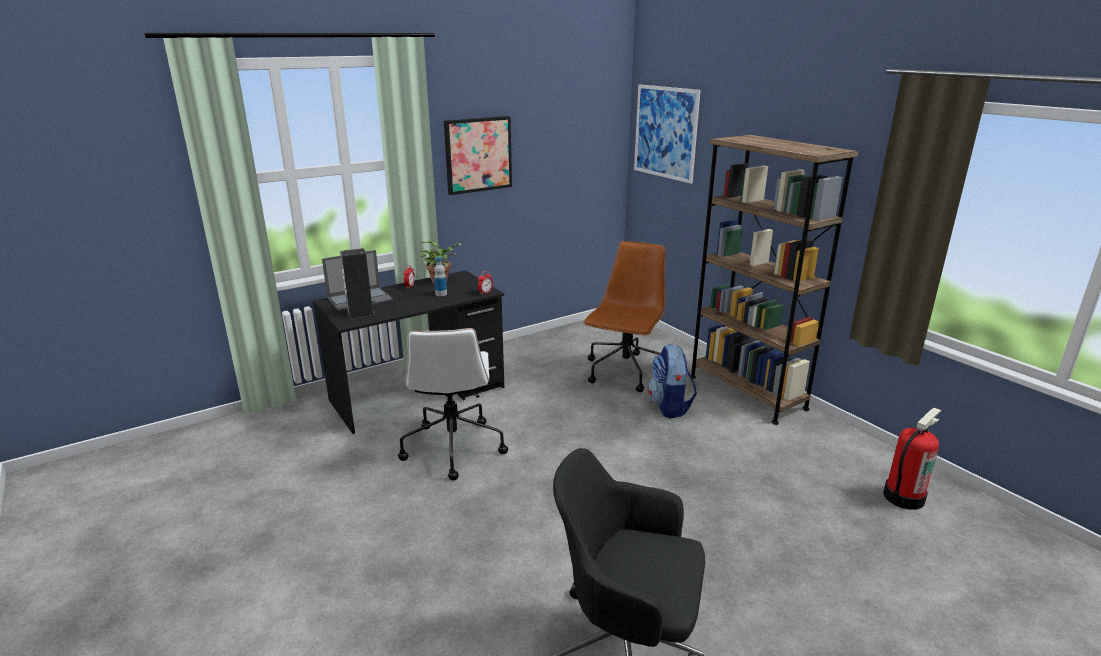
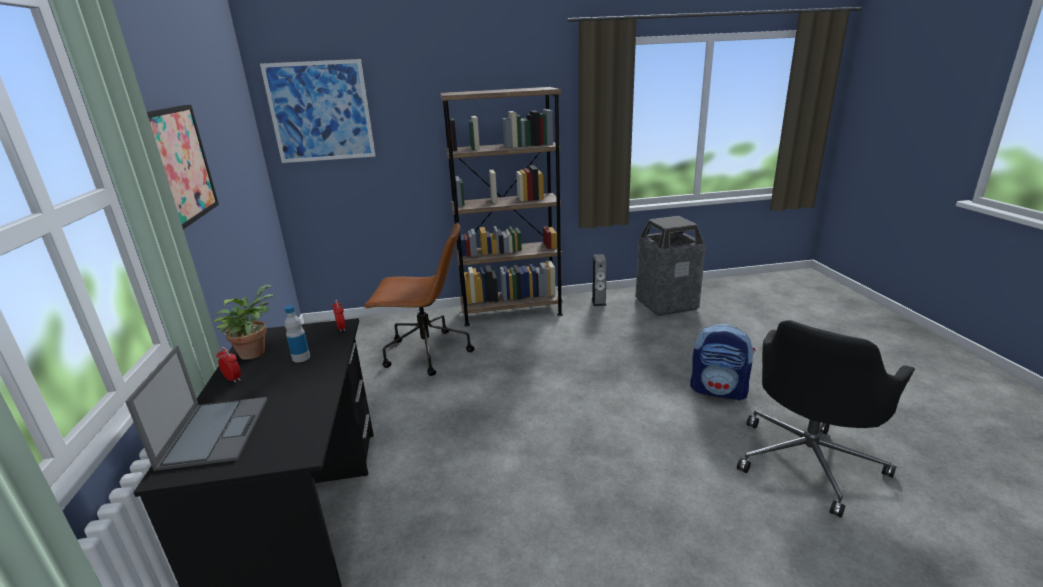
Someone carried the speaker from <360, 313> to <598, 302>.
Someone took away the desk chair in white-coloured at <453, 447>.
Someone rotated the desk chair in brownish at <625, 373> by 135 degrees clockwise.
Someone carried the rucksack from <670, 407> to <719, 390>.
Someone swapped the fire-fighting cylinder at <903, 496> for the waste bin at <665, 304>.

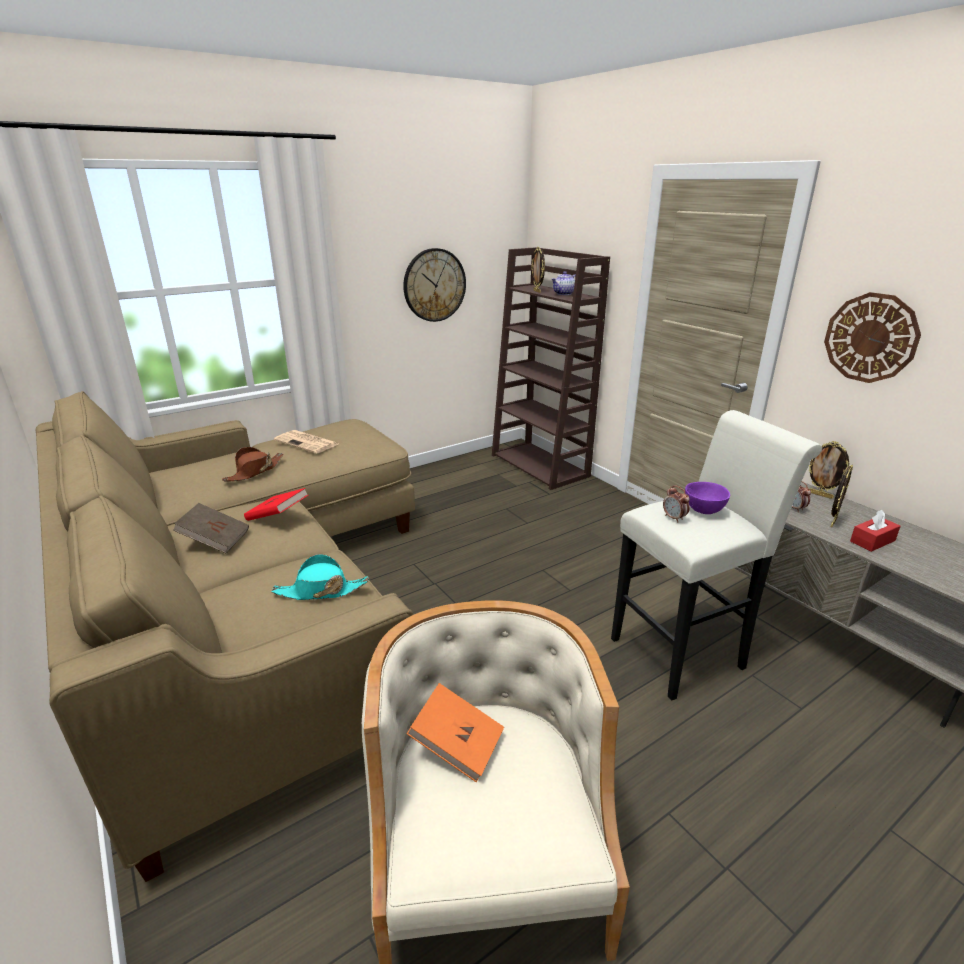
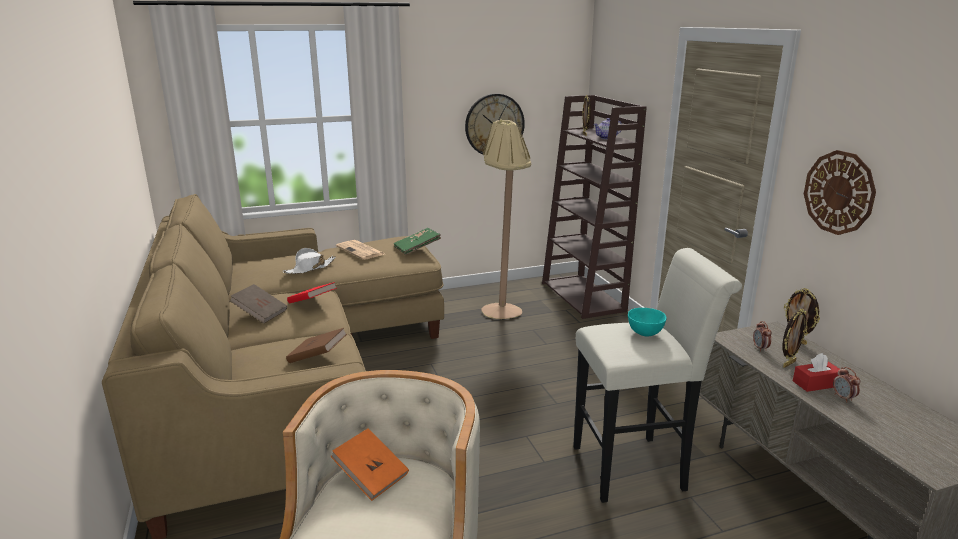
Someone repainted the hat in brownish at <254, 471>, which became the hat in white-coloured at <310, 268>.
Someone swapped the hat in turquoise-coloured at <321, 591> for the volume in brownish at <317, 357>.
Someone carried the table clock from <674, 518> to <843, 398>.
Someone repainted the deep dish in purplish at <704, 511>, which became the deep dish in turquoise-coloured at <645, 334>.
Someone put down the volume in greenish at <417, 248>.
Someone put down the standing lamp in beige at <505, 308>.

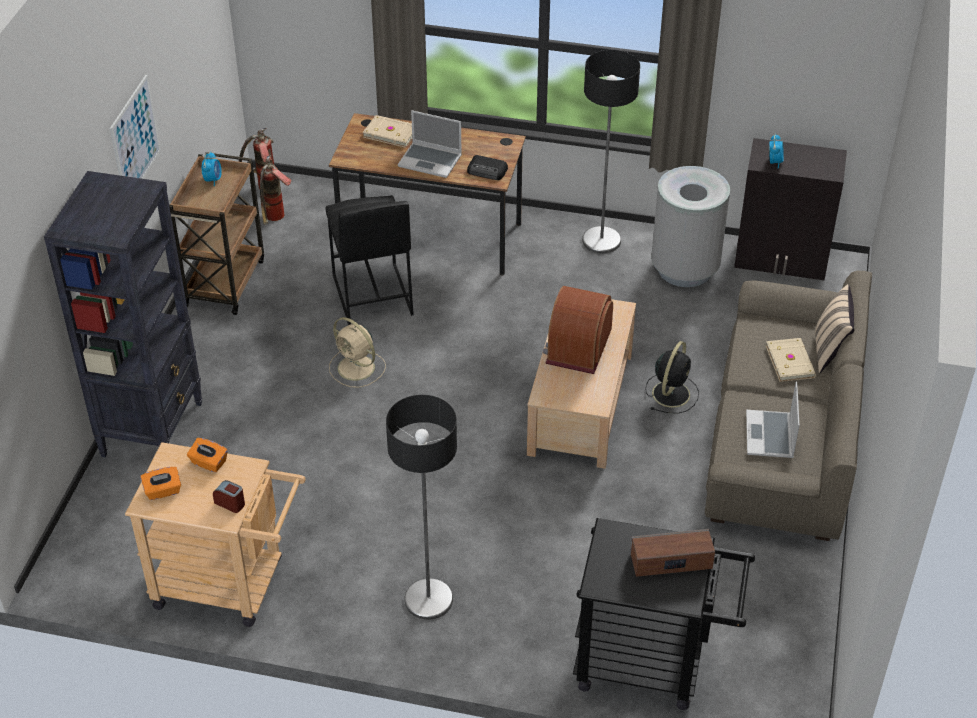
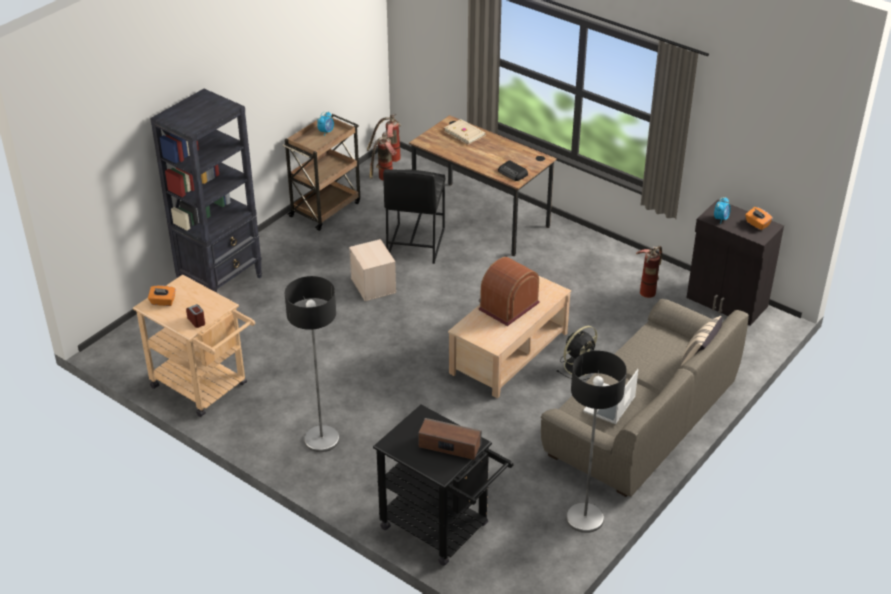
Someone took away the wall art at <135, 139>.
Someone carried the box of tissues in orange from <208, 463> to <757, 224>.
Someone swapped the cooling fan in beige at <357, 368> for the storage box in beige at <374, 285>.
Someone took away the notebook computer at <431, 161>.
Someone carried the standing lamp from <601, 241> to <585, 518>.
Someone swapped the waste bin in grey at <685, 269> for the fire-fighting cylinder at <648, 288>.
Someone took away the volume in beige at <791, 361>.

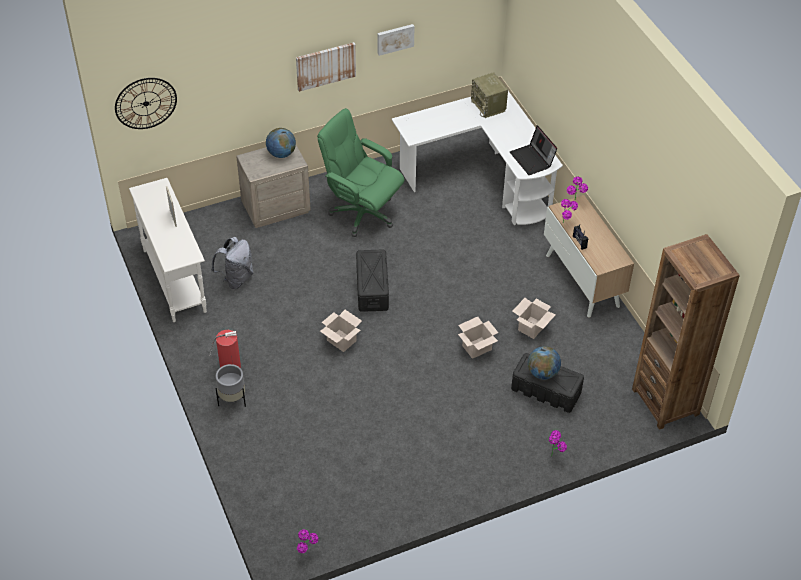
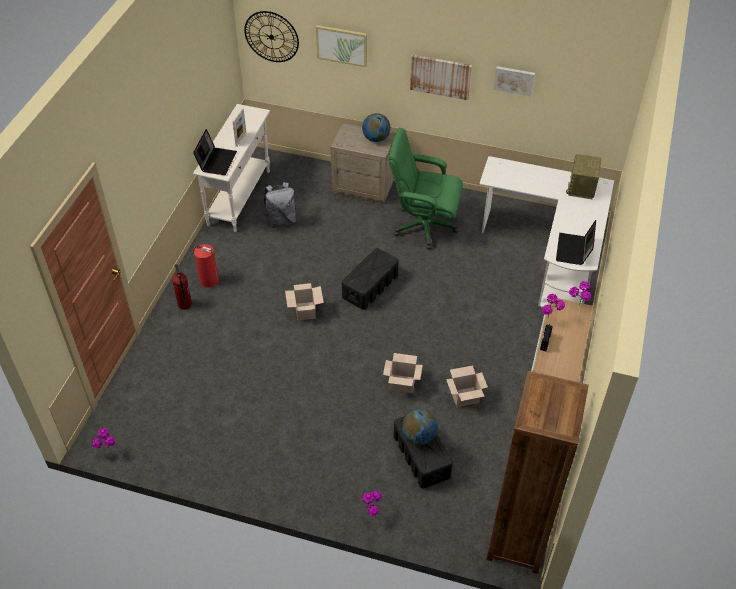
Someone swapped the flower pot in grey at <232, 400> for the fire-fighting cylinder at <184, 304>.
Someone rotated the desk chair in greenish at <362, 213> by 60 degrees counterclockwise.
Someone put down the notebook computer at <216, 161>.
Someone put up the wall art at <342, 45>.

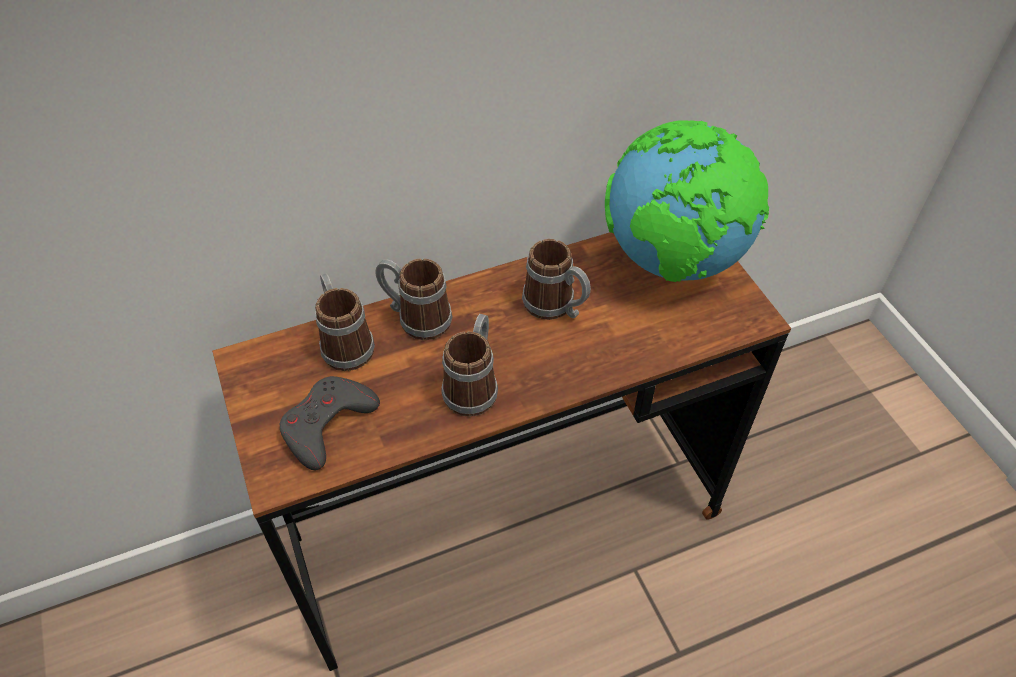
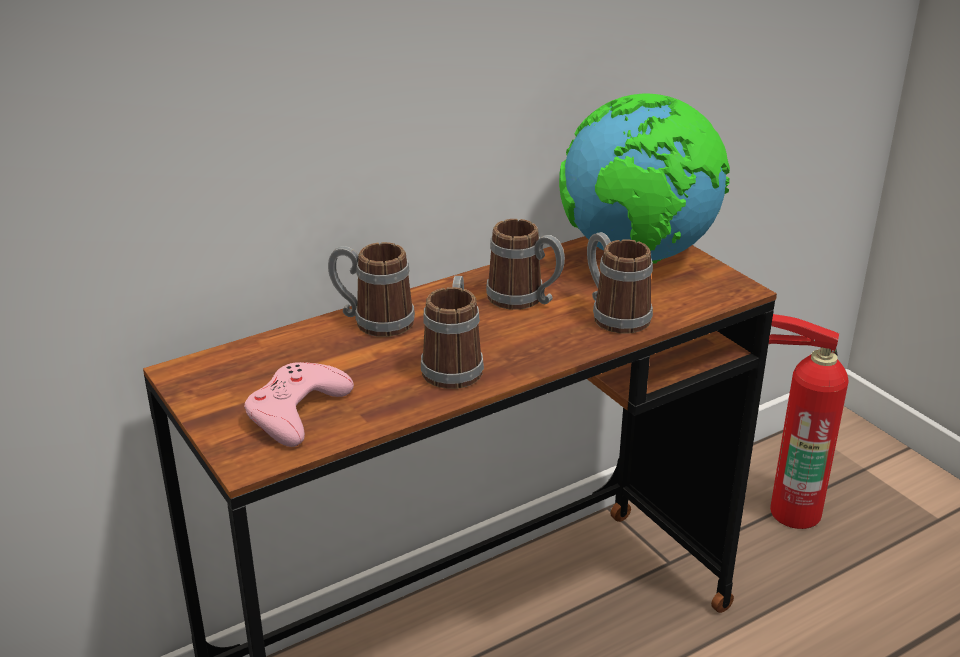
Someone repainted the joypad in grey at <327, 424>, which became the joypad in pink at <296, 411>.
Someone carried the tea mug from <344, 342> to <613, 314>.
Someone put down the fire-fighting cylinder at <791, 508>.

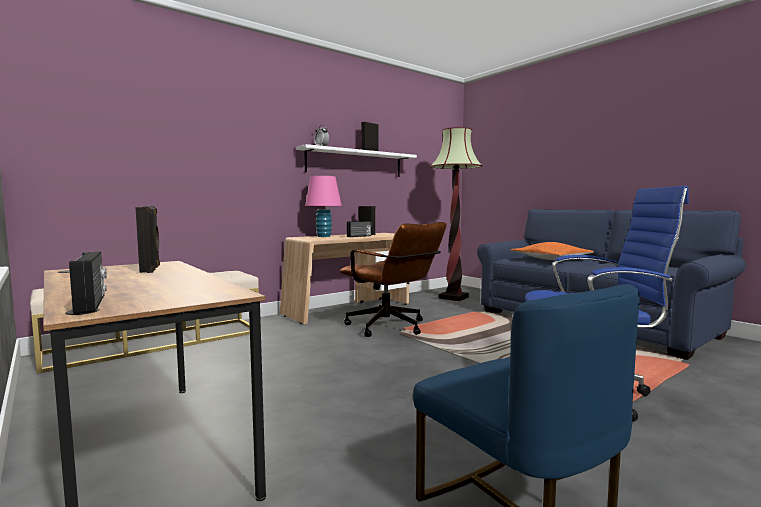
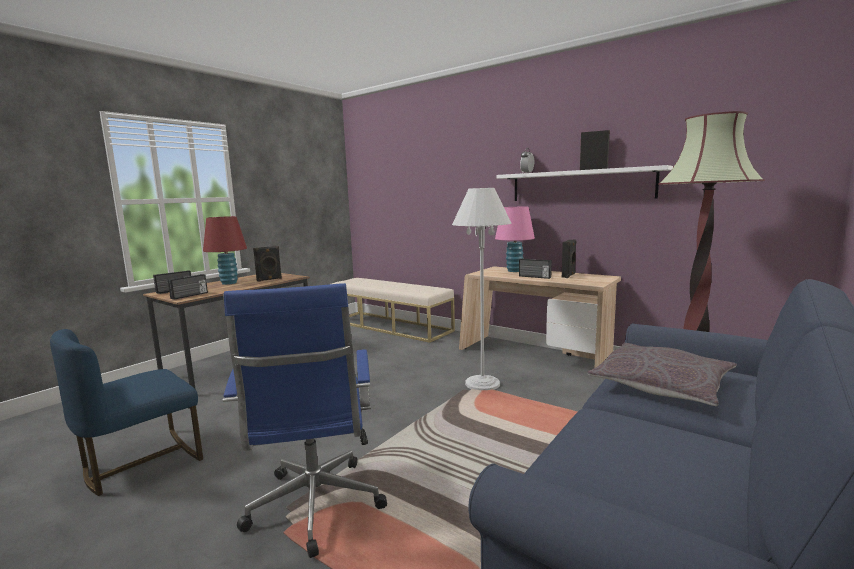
Someone swapped the desk chair in brownish at <392, 328> for the standing lamp in white-coloured at <482, 383>.
Someone repainted the cushion in orange at <550, 259>, which became the cushion in grey at <661, 385>.
Someone put down the radio at <189, 295>.
Someone put down the lamp for a table in red at <229, 283>.

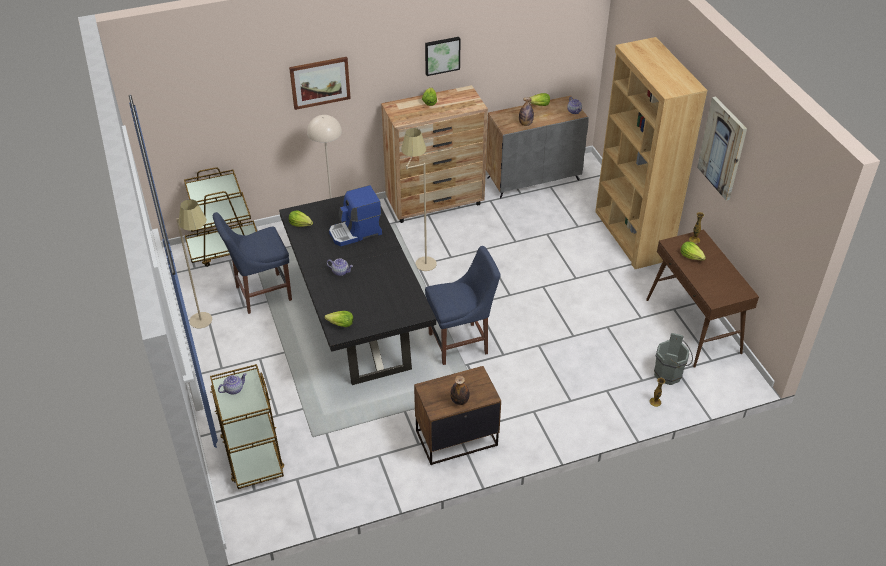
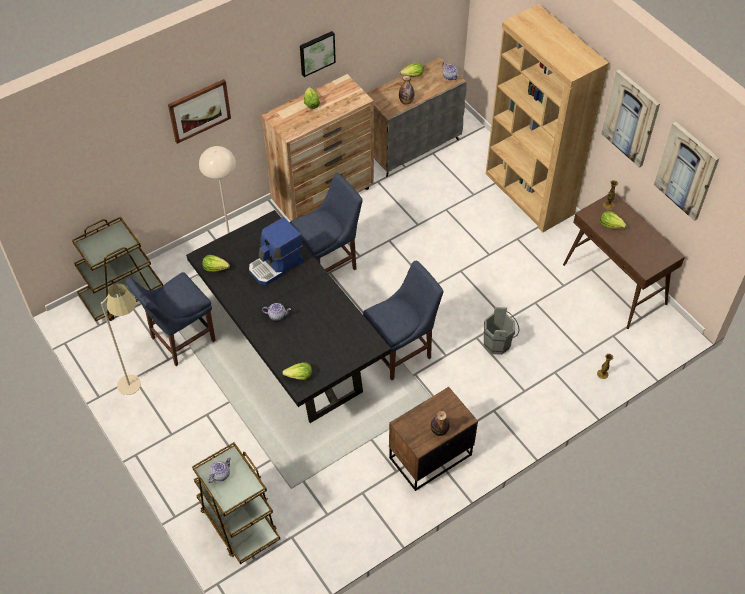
Someone swapped the standing lamp in beige at <419, 258> for the chair in bluish at <329, 264>.
Someone carried the water bucket in grey from <670, 375> to <499, 344>.
Someone put up the wall art at <686, 171>.

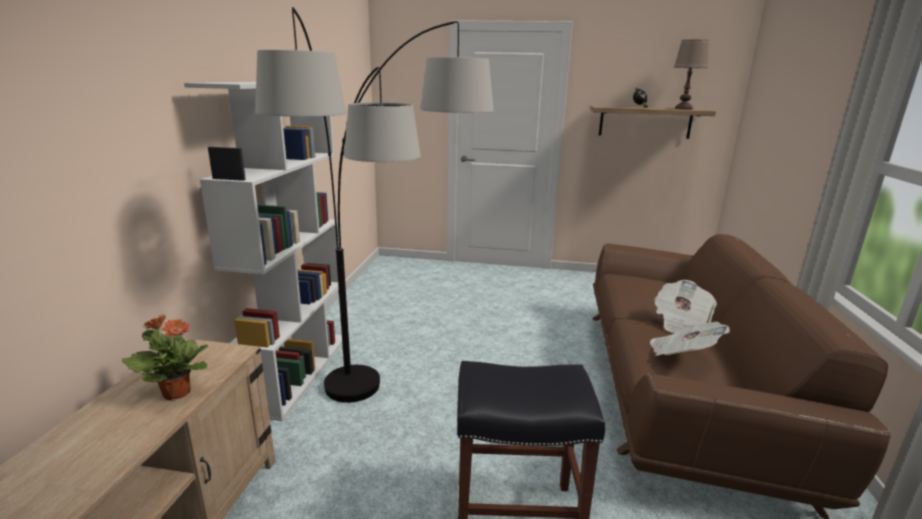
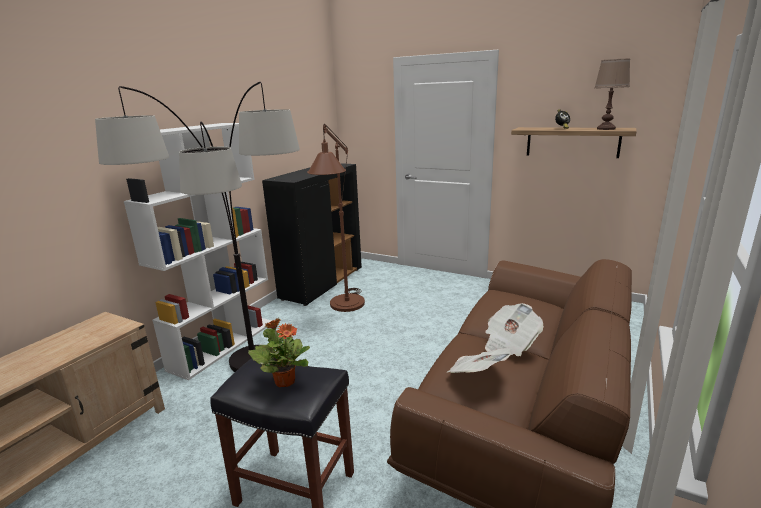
Someone carried the plant in a pot from <176, 392> to <284, 381>.
Someone put down the cabinet in black-coloured at <322, 283>.
Someone put down the standing lamp in brownish at <345, 308>.

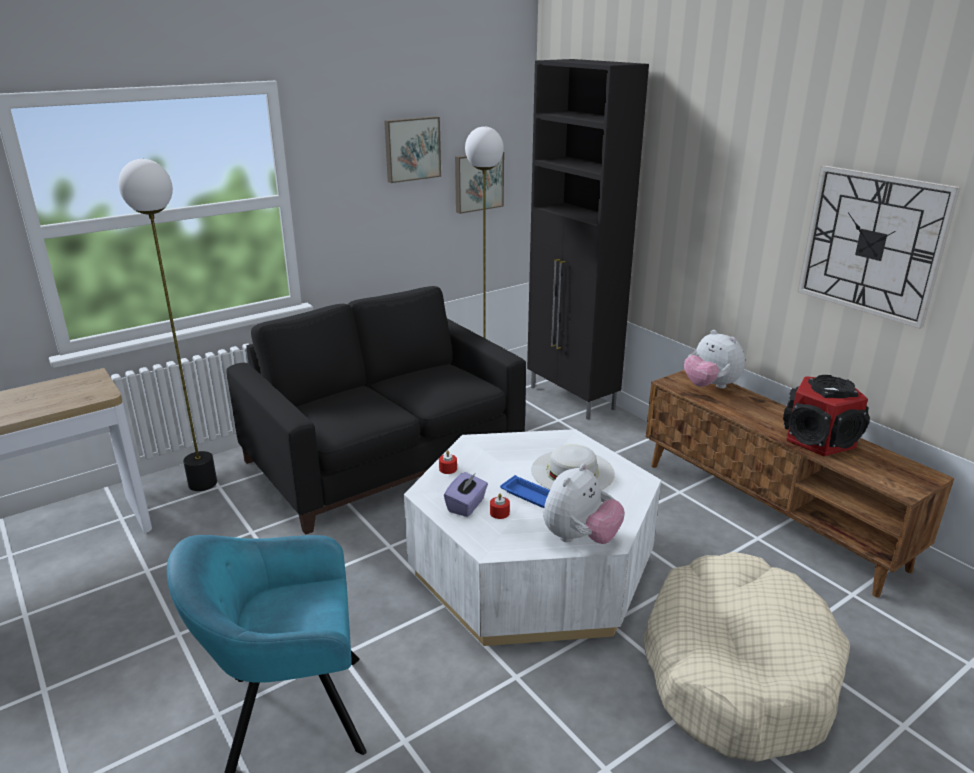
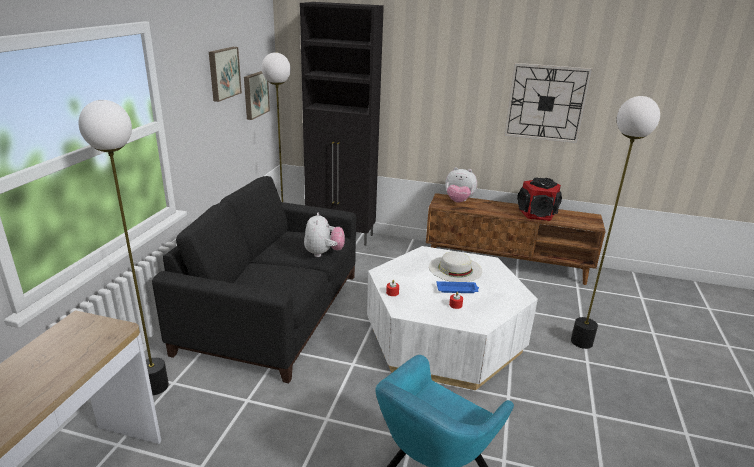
Someone took away the box of tissues in purplish at <466, 505>.
Someone carried the cuddly toy from <580, 538> to <323, 253>.
Someone swapped the dog cushion in beige at <736, 671> for the standing lamp at <582, 342>.

